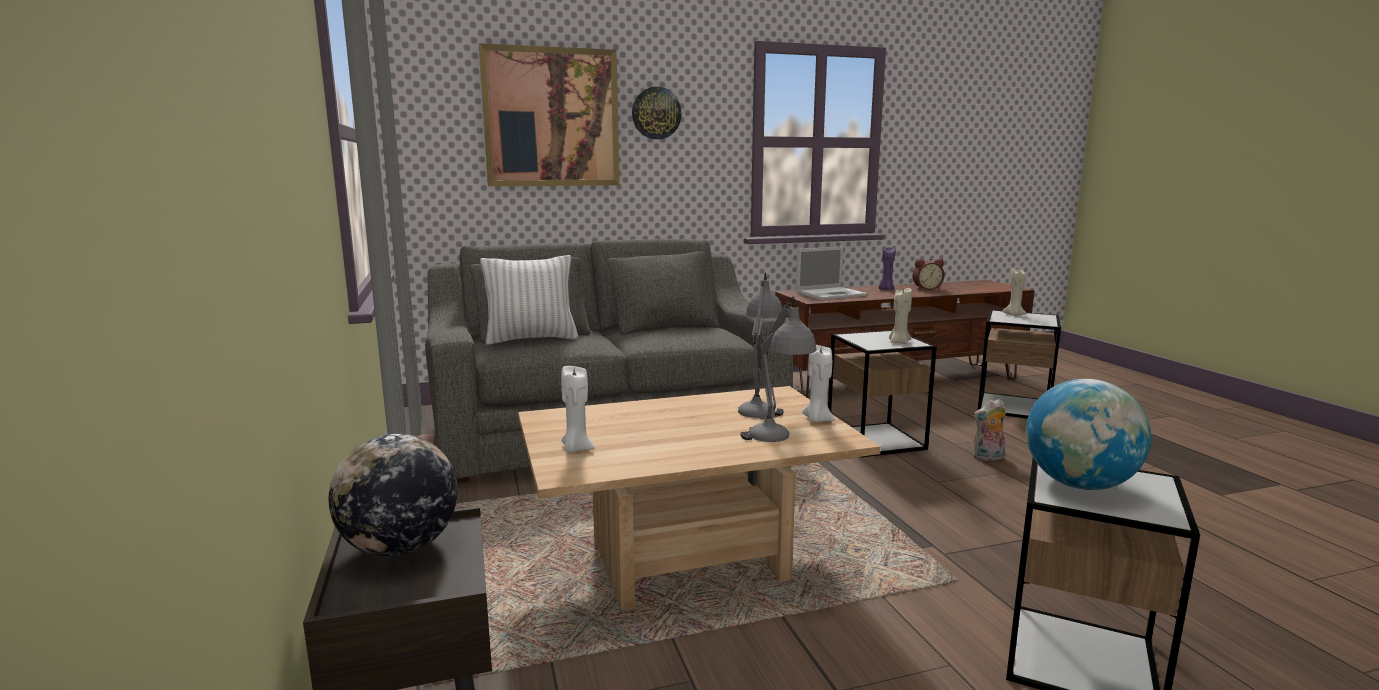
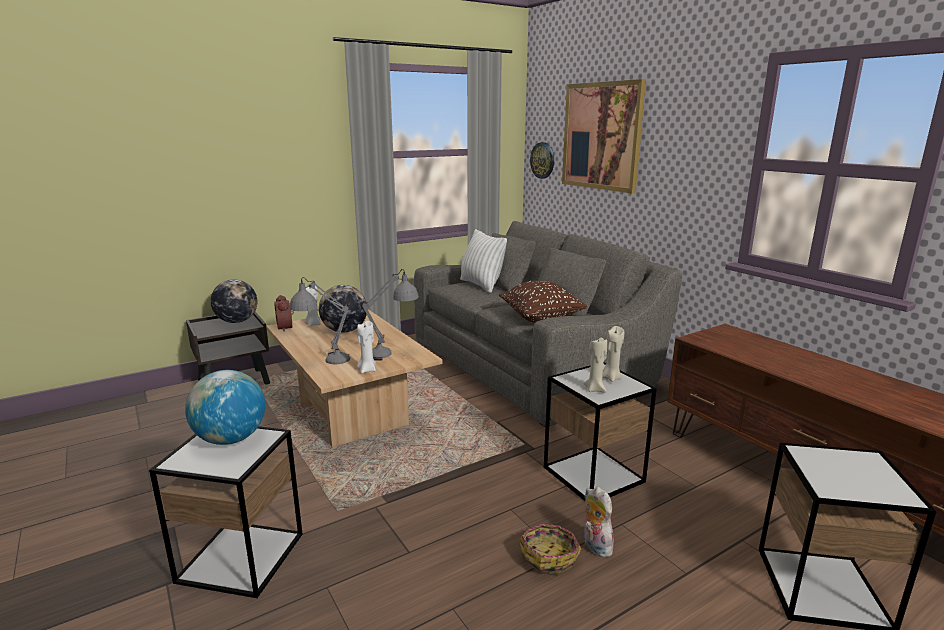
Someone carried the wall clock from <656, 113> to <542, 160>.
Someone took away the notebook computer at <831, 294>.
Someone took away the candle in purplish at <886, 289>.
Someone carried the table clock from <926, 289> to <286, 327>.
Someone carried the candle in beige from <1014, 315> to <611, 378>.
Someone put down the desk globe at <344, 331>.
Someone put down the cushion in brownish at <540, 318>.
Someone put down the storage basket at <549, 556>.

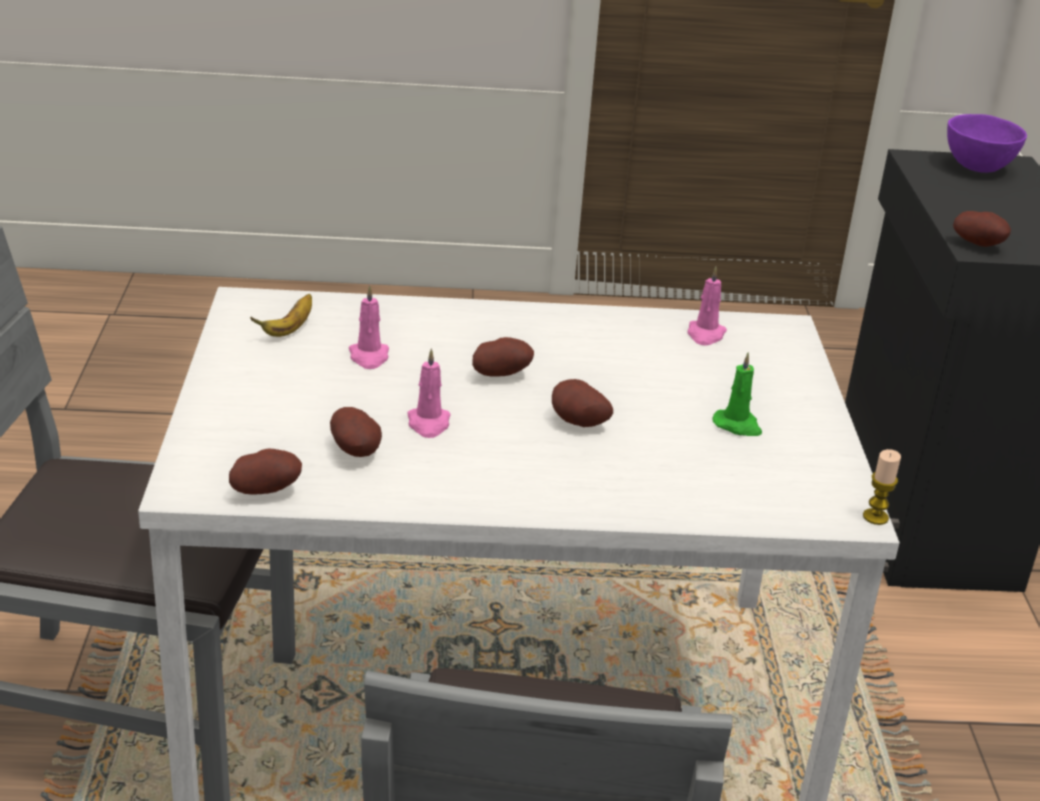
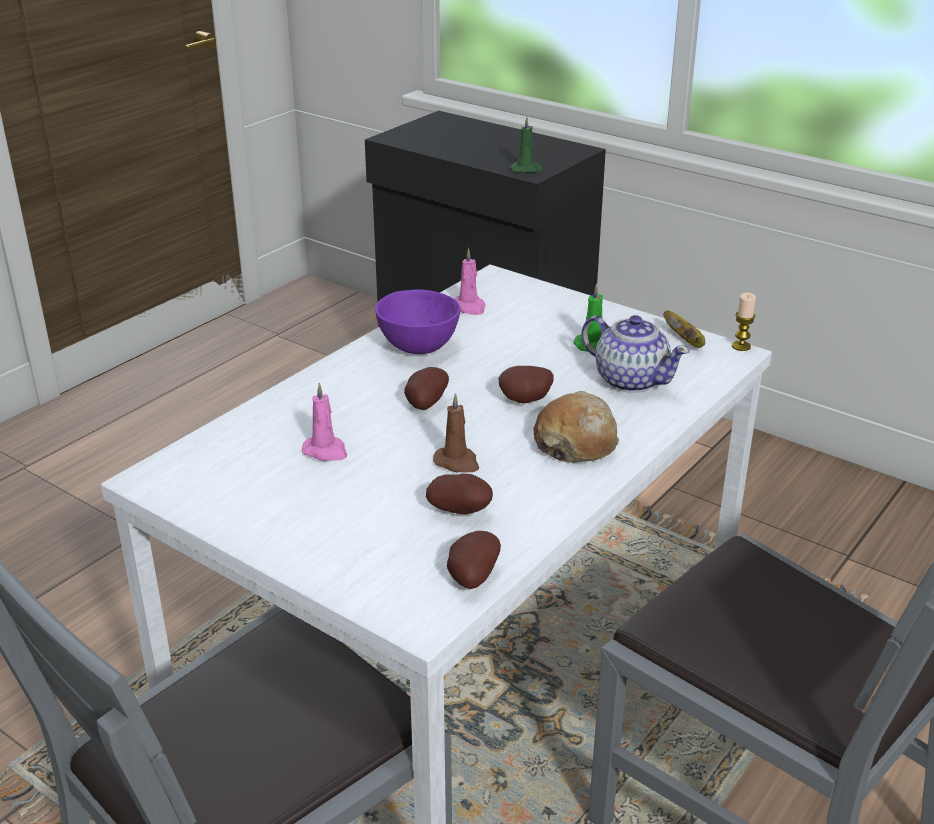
Someone carried the whole banana from <288, 329> to <685, 341>.
Someone repainted the candle in pink at <428, 424>, which became the candle in brownish at <457, 462>.
Someone carried the deep dish in purplish from <977, 167> to <417, 347>.
Someone swapped the spud at <979, 245> for the candle in greenish at <526, 169>.
Someone put down the baked bread at <576, 443>.
Someone put down the teapot at <630, 380>.

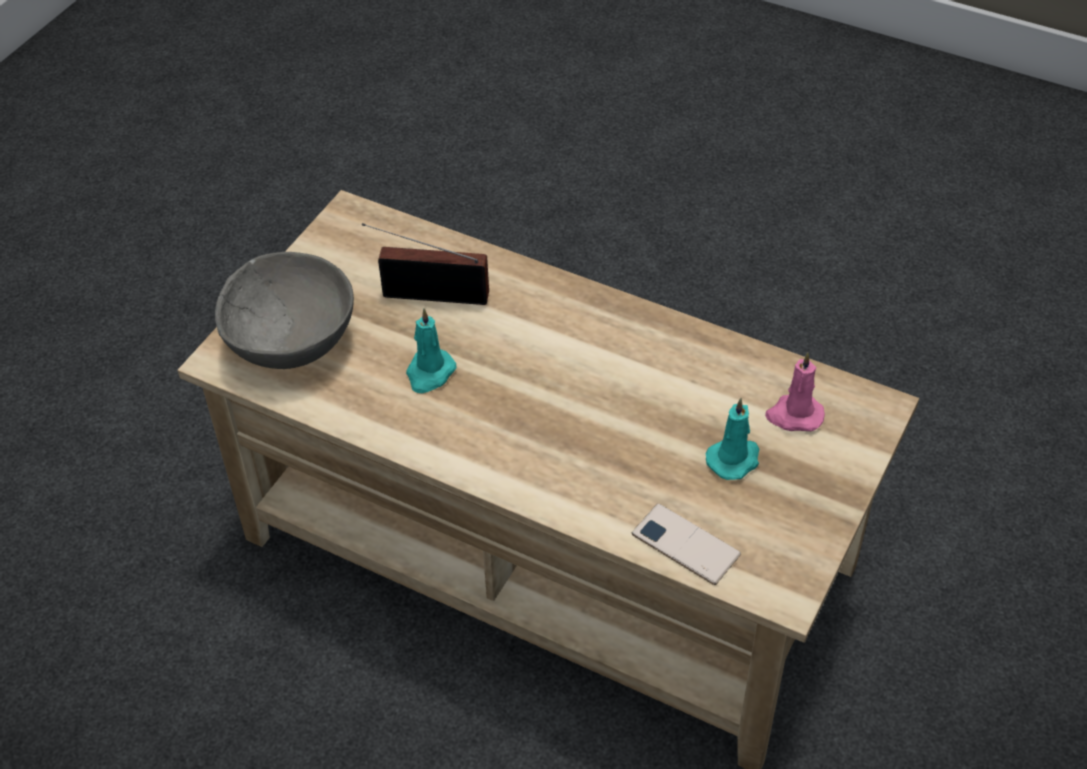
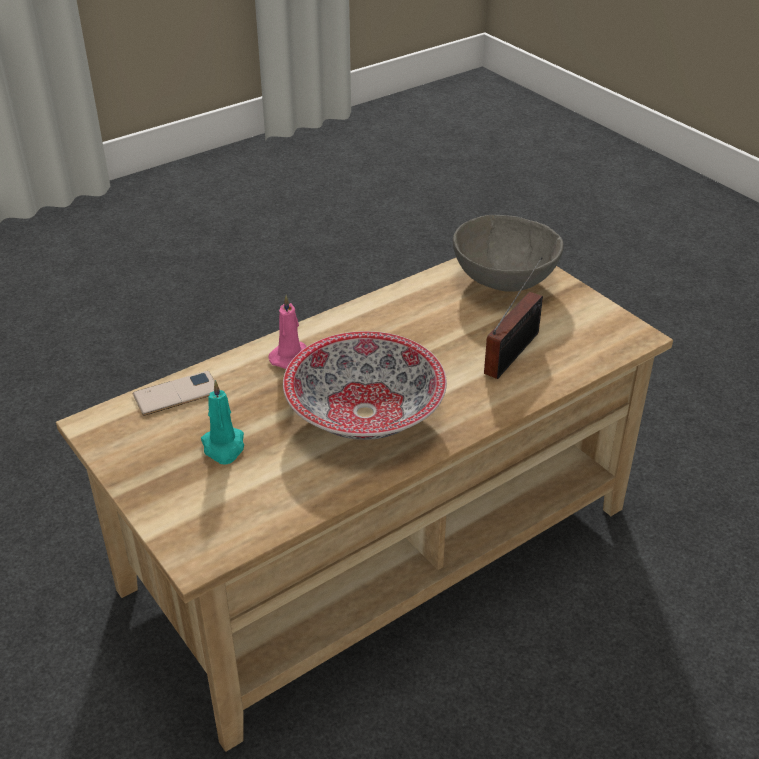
Someone took away the candle in turquoise-coloured at <429, 373>.
Someone carried the candle in pink from <794, 415> to <291, 357>.
Someone put down the deep dish at <364, 414>.

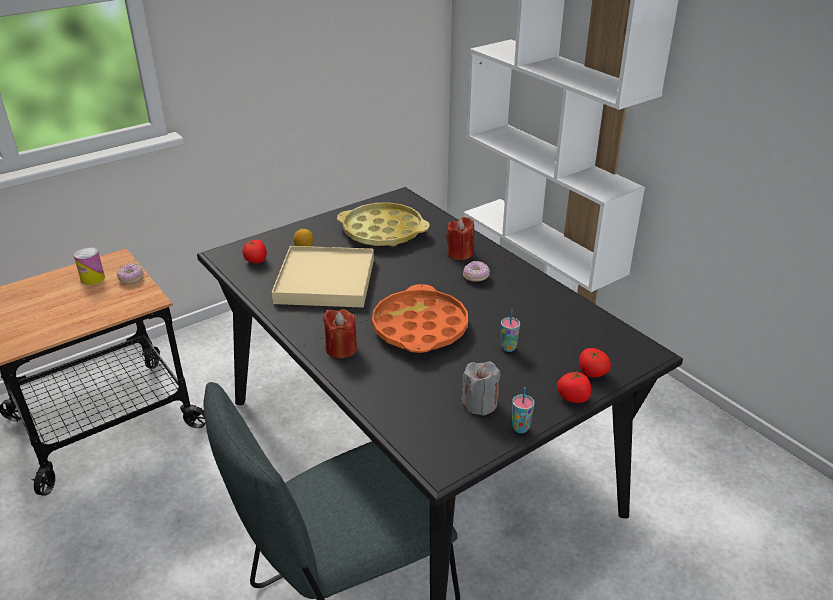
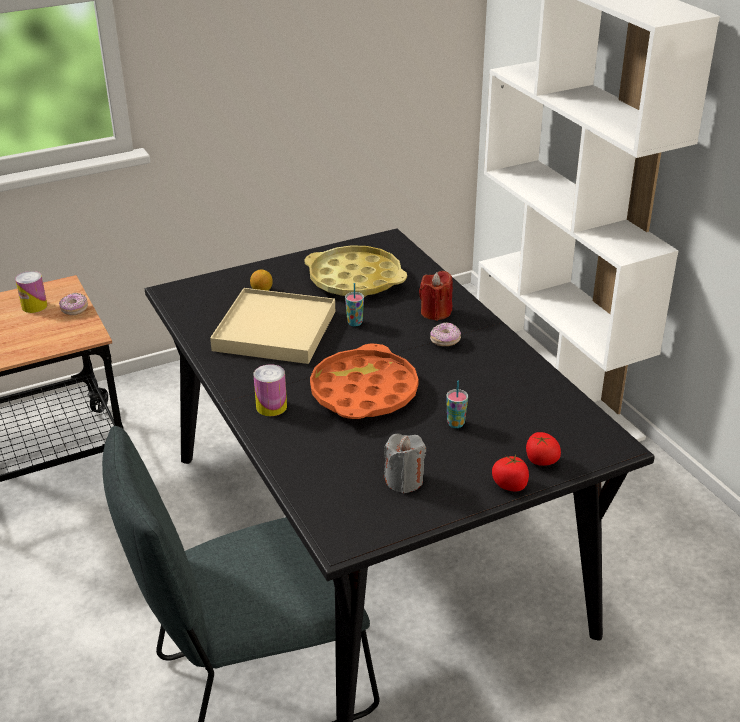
Someone took away the whole tomato at <256, 261>.
Someone swapped the candle in red at <341, 349> for the sealed can at <271, 407>.
Someone carried the drinking cup from <520, 428> to <355, 323>.

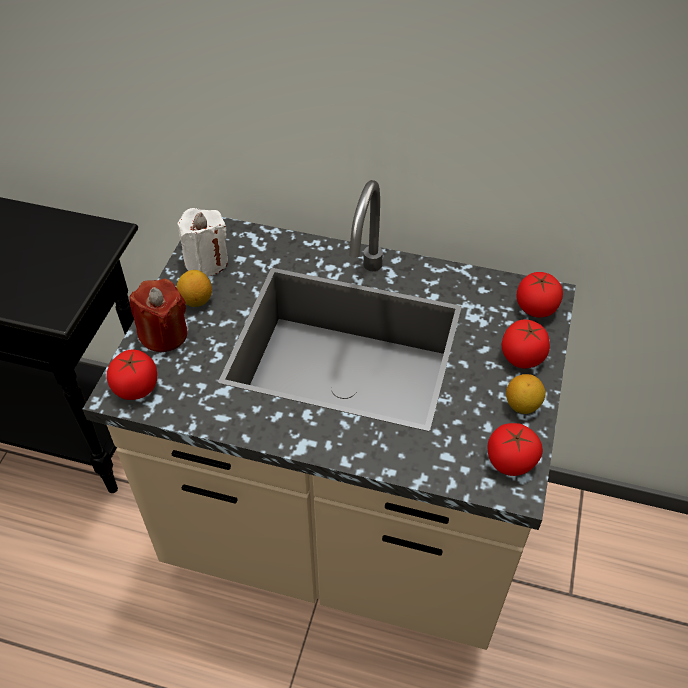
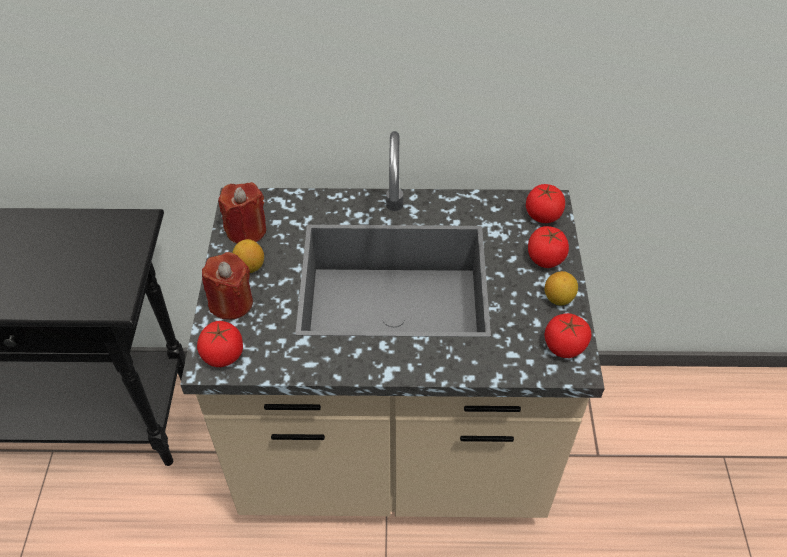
Someone repainted the candle in white-coloured at <206, 261>, which became the candle in red at <246, 230>.

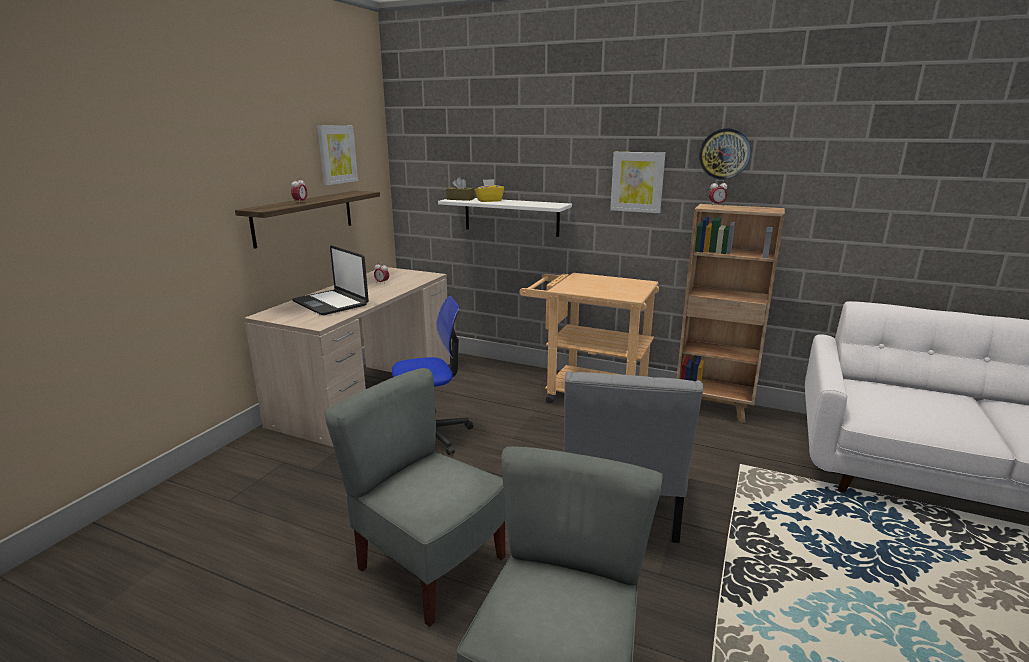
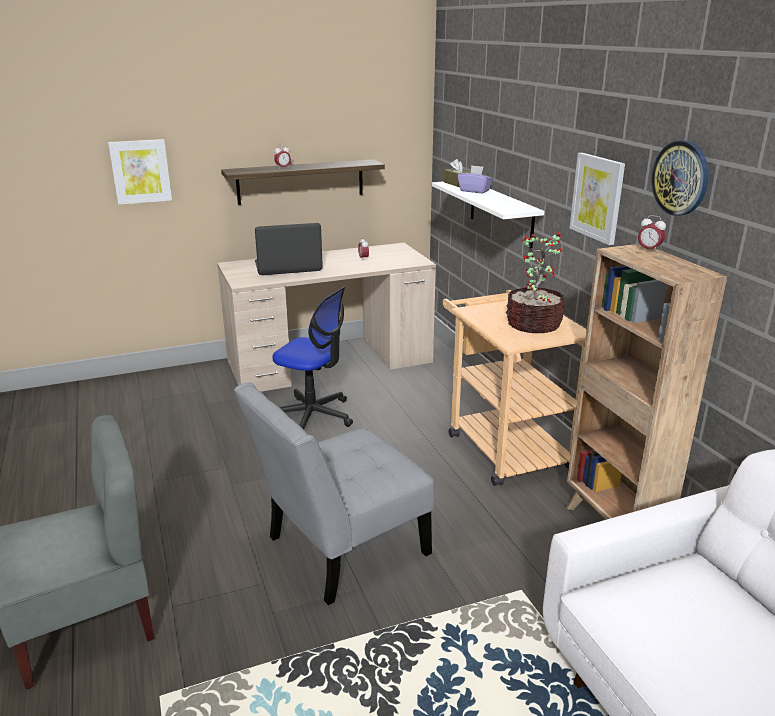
Someone rotated the notebook computer at <331, 303> by 75 degrees clockwise.
Someone carried the wall art from <337, 154> to <140, 171>.
Someone took away the chair in grey at <429, 565>.
Someone repainted the box of tissues in yellowish at <489, 201>, which became the box of tissues in purplish at <474, 191>.
Someone put down the plant in a pot at <533, 325>.

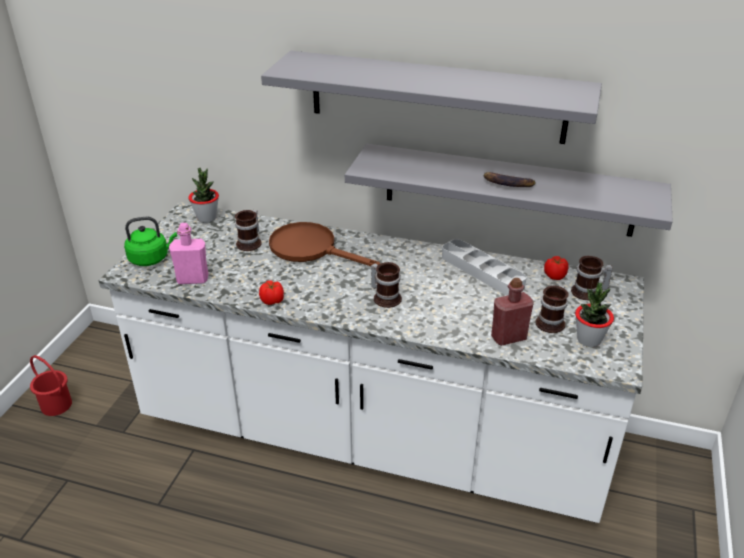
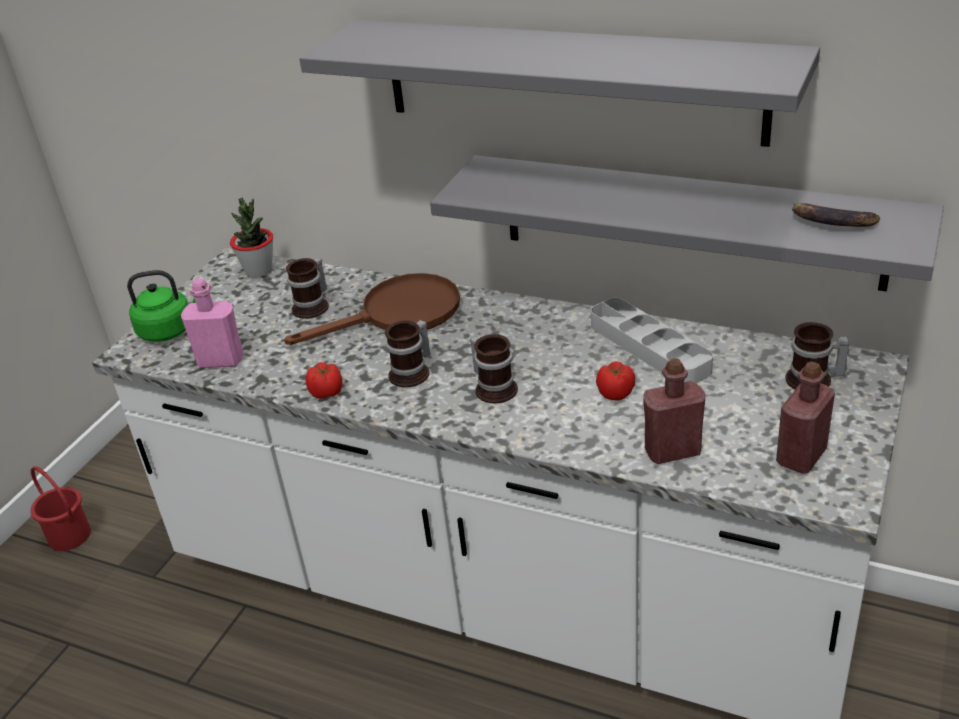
Someone rotated the frying pan in brownish at <311, 249> by 120 degrees clockwise.
Someone carried the whole banana from <506, 184> to <831, 222>.
Someone carried the tea mug from <552, 322> to <413, 373>.
Someone carried the whole tomato from <555, 276> to <616, 393>.
Someone swapped the plant in a pot at <589, 340> for the beverage bottle in red at <801, 456>.

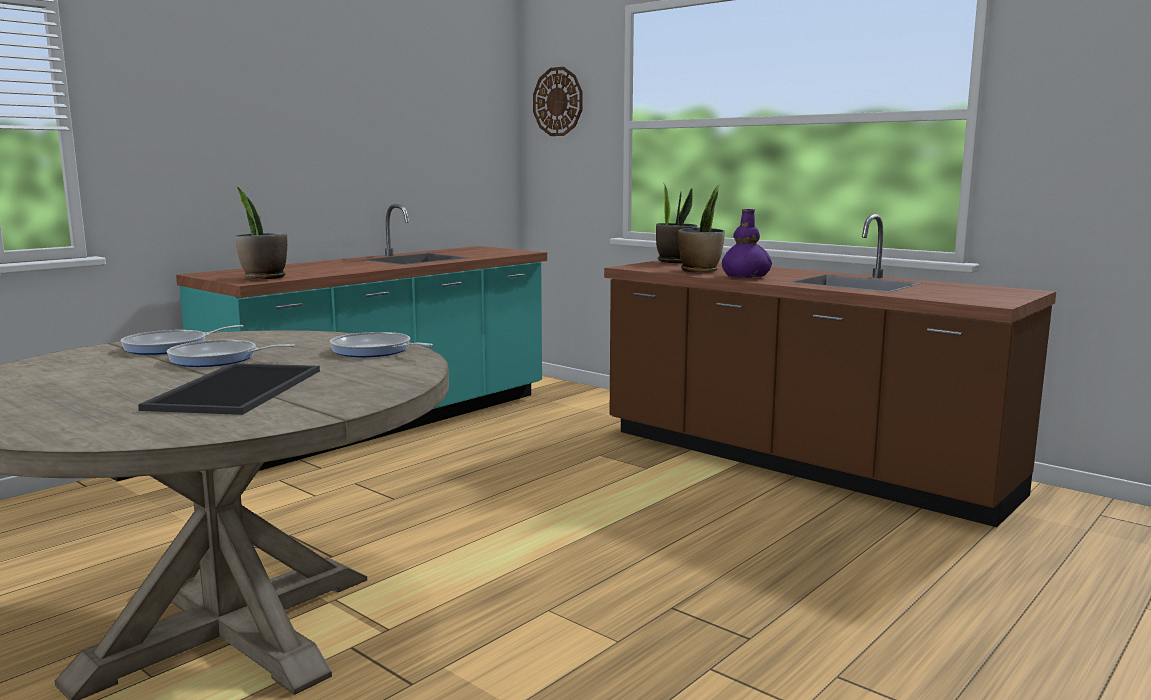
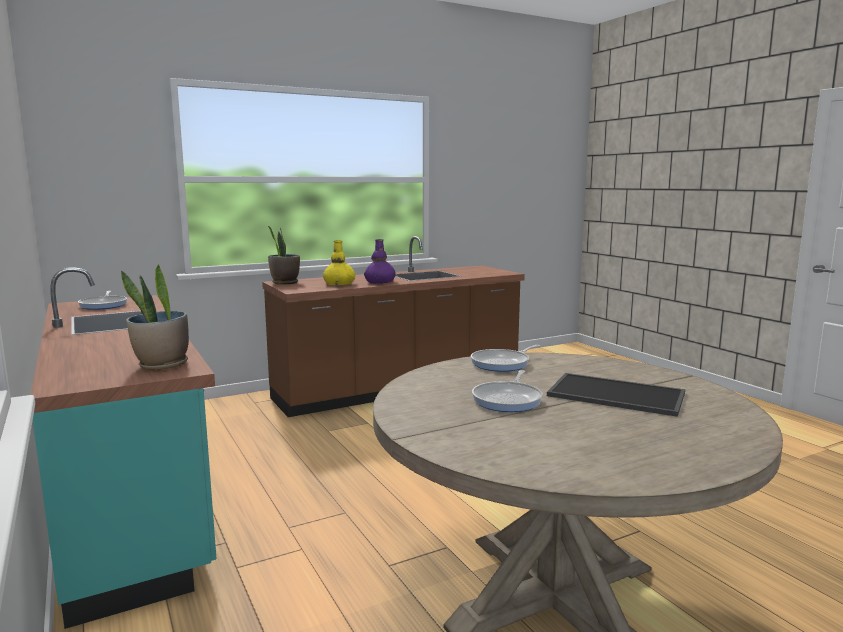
Someone carried the frying pan from <171, 347> to <104, 305>.
Someone took away the wall clock at <558, 102>.
Someone swapped the plant in a pot at <700, 270> for the vase in yellowish at <339, 284>.

